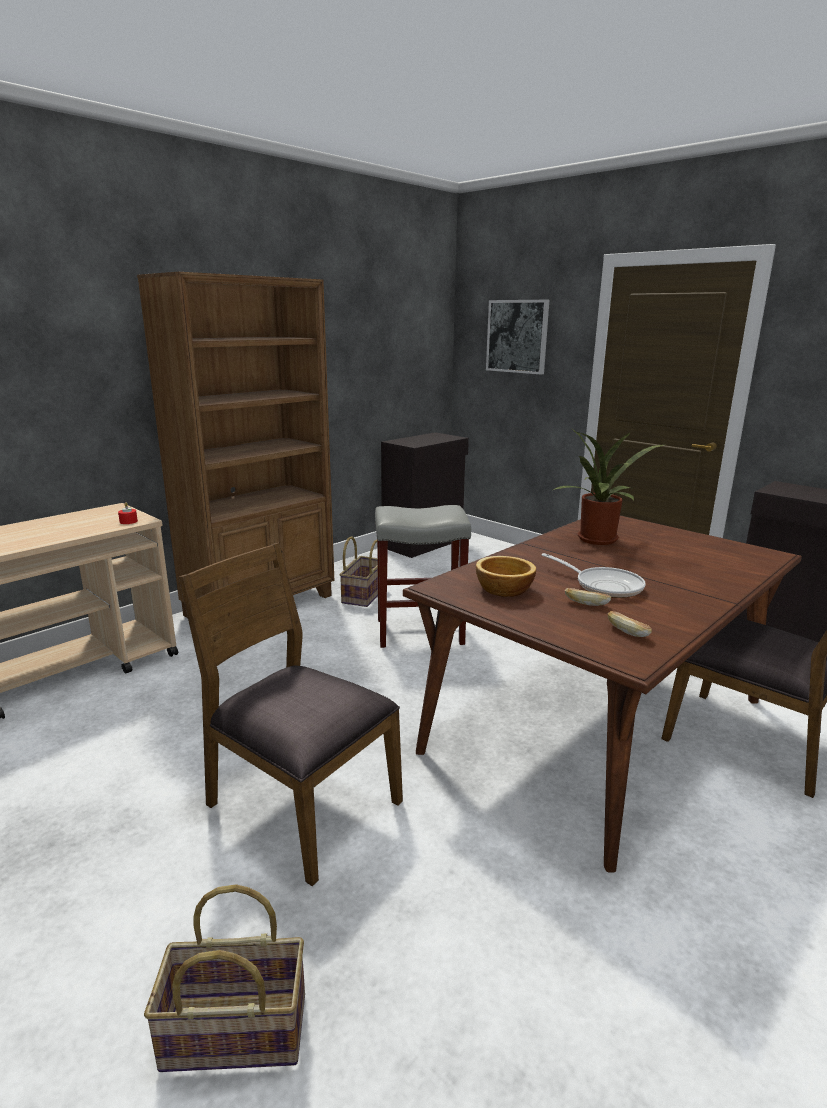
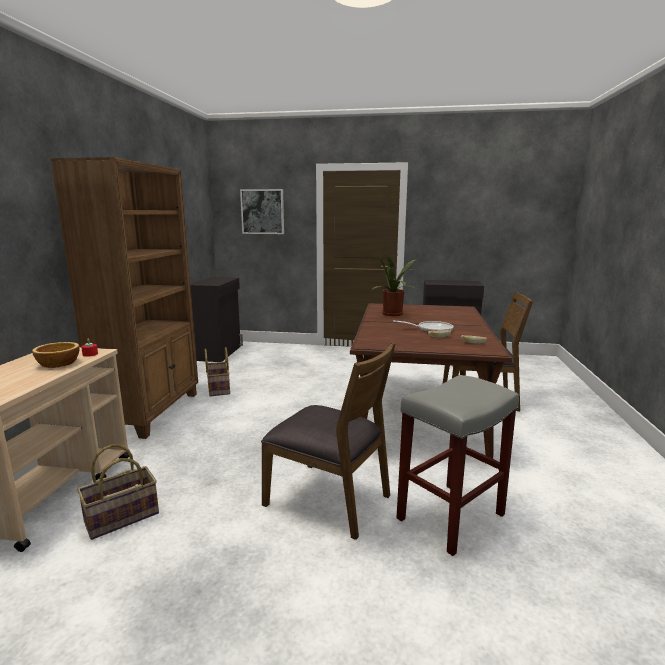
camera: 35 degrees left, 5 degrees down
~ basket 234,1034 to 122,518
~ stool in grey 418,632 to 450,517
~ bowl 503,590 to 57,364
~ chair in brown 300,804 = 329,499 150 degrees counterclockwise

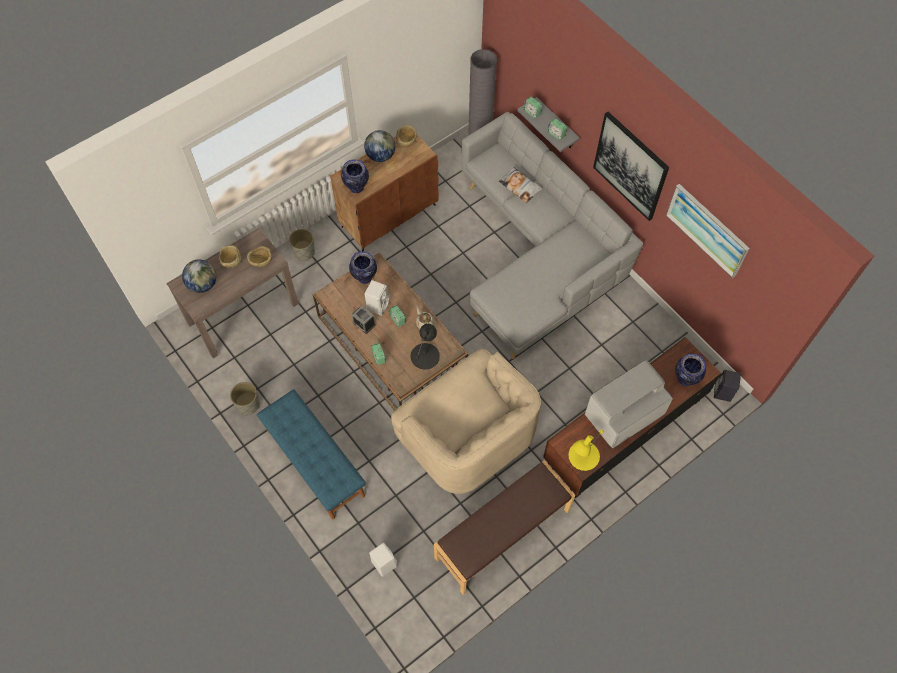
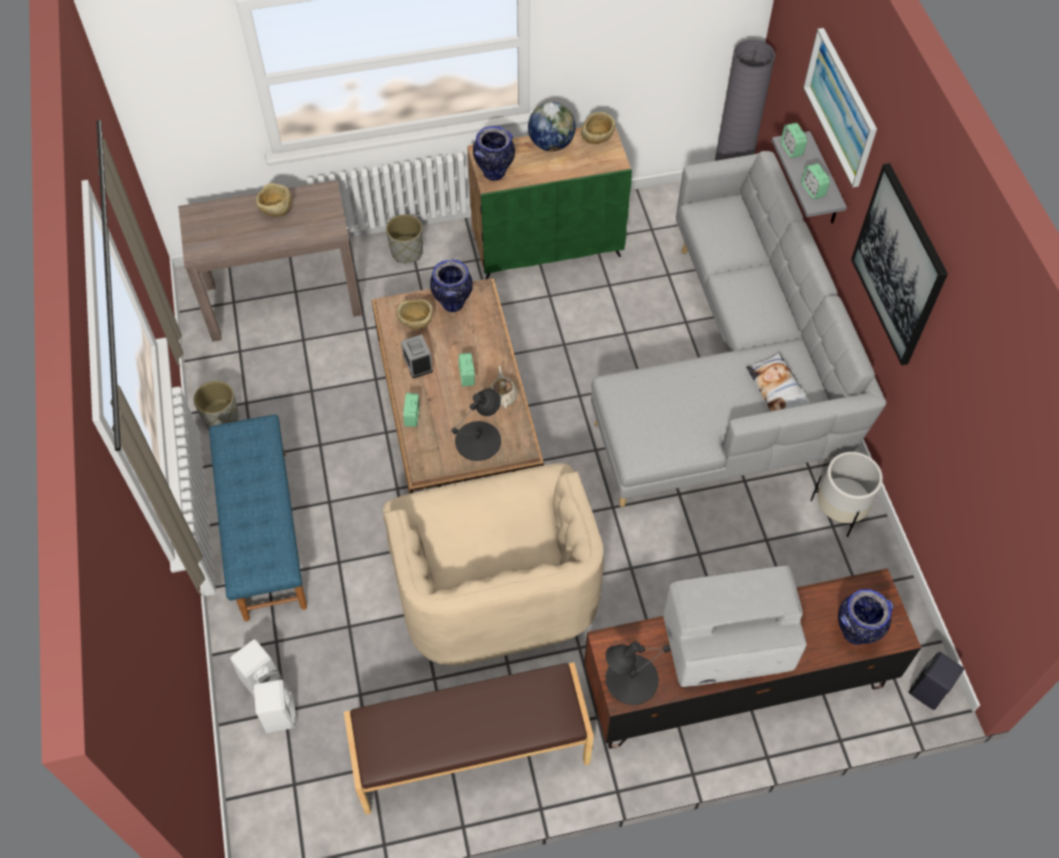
camera: 25 degrees right, 5 degrees down
- globe 203,284
+ planter in white 839,510
~ bowl in beige 261,262 to 416,323
~ speaker in white 378,305 to 261,677
~ pillow 520,187 to 777,388
~ picture 707,229 to 841,106
~ cabinet in brown 389,215 to cabinet in green 548,246
~ table lamp in yellow 583,456 to table lamp in black 630,679

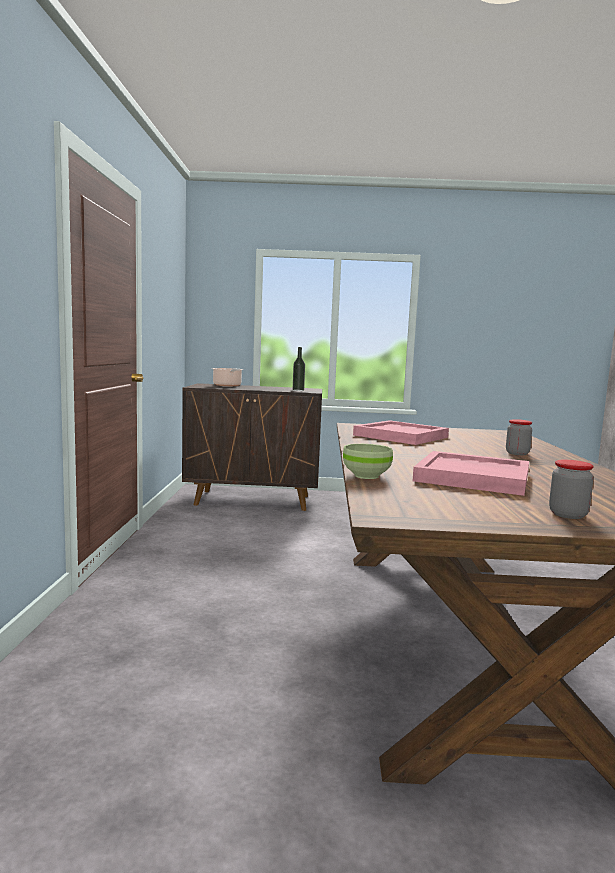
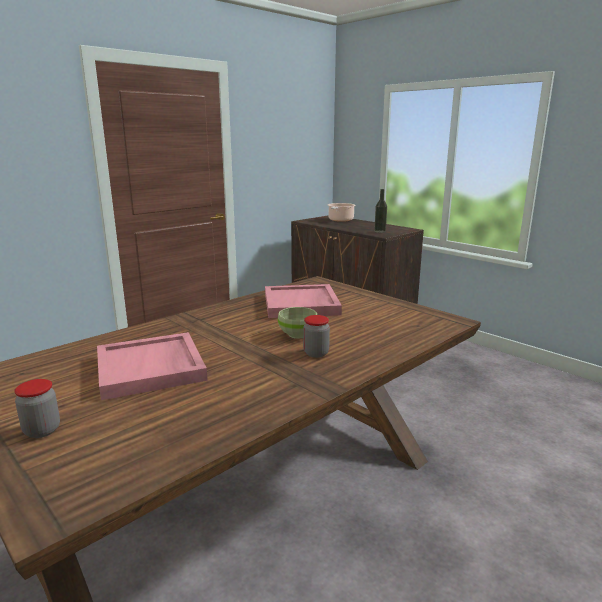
camera: 45 degrees right, 10 degrees up
~ bowl in green 366,476 to 297,335

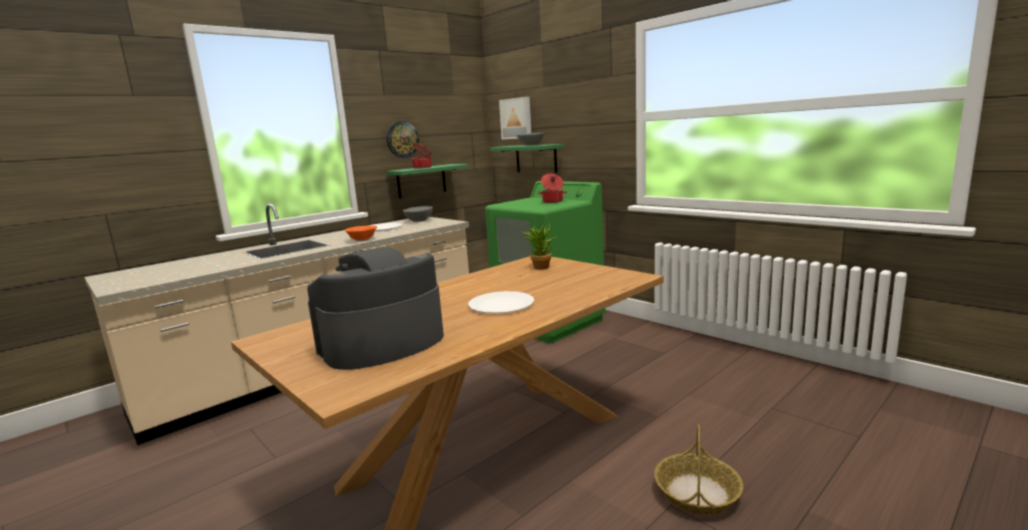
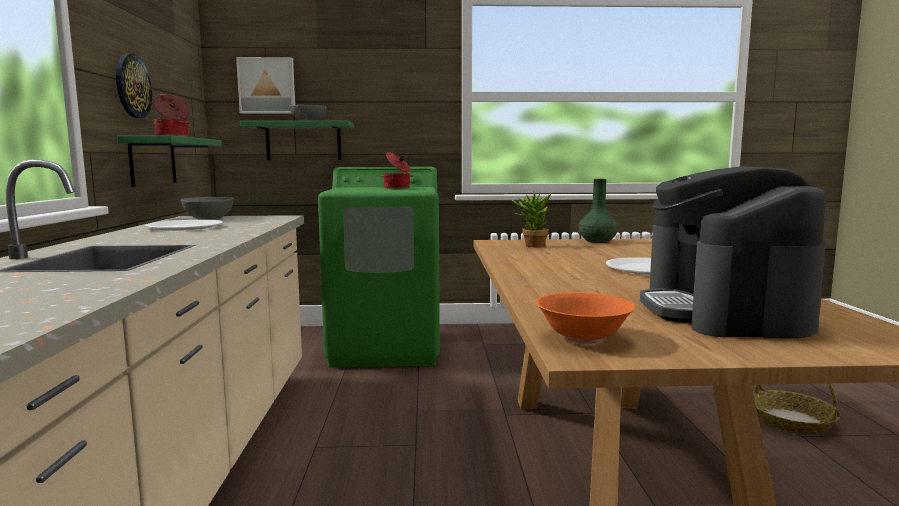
camera: 50 degrees left, 5 degrees down
+ vase in green 597,241
~ bowl in orange 362,240 to 583,338

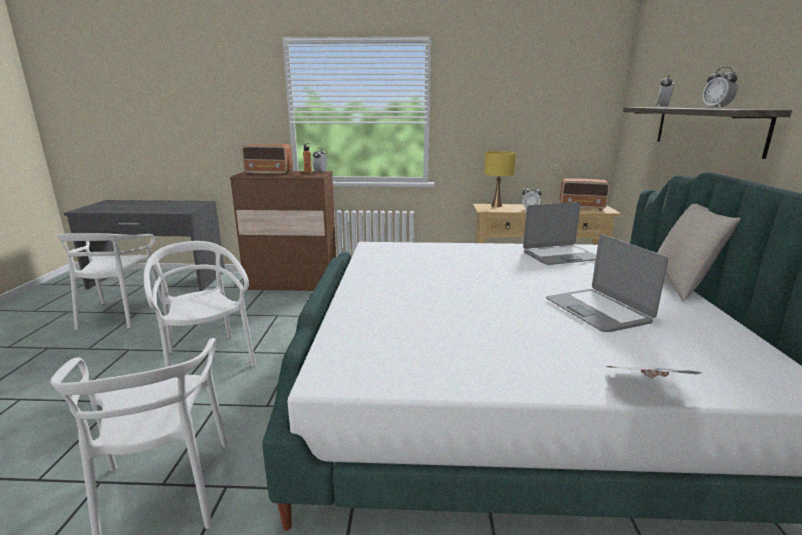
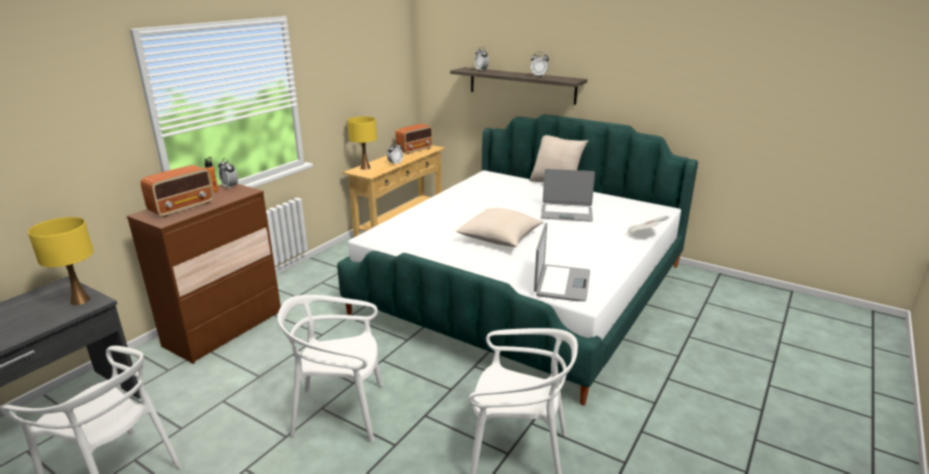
camera: 60 degrees left, 5 degrees up
+ table lamp in yellow 81,300
+ pillow in beige 499,238
~ laptop 560,256 to 562,283

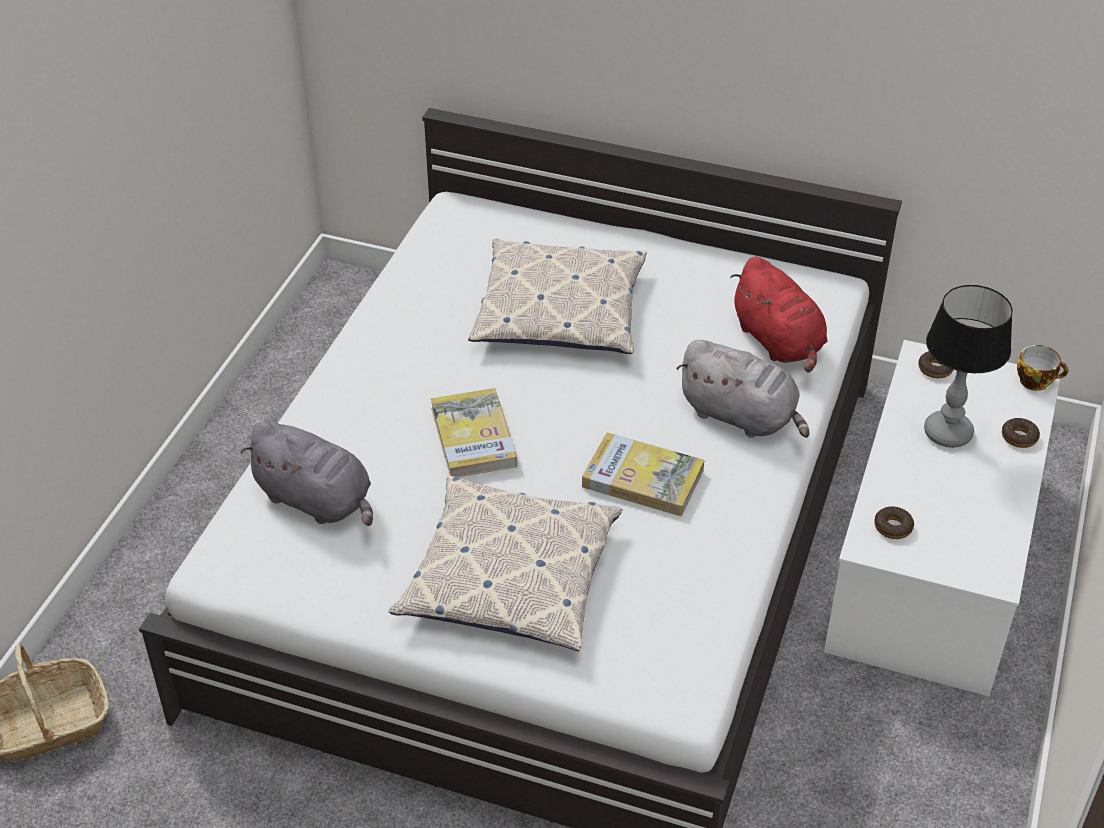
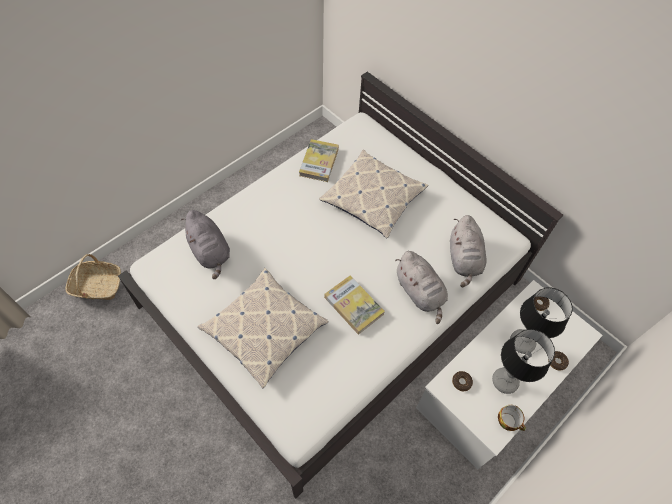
camera: 25 degrees right, 15 degrees up
+ table lamp 504,381
~ book 473,437 to 319,162
~ cup 1036,381 to 508,421
~ plush toy in red 779,342 to plush toy in grey 464,259

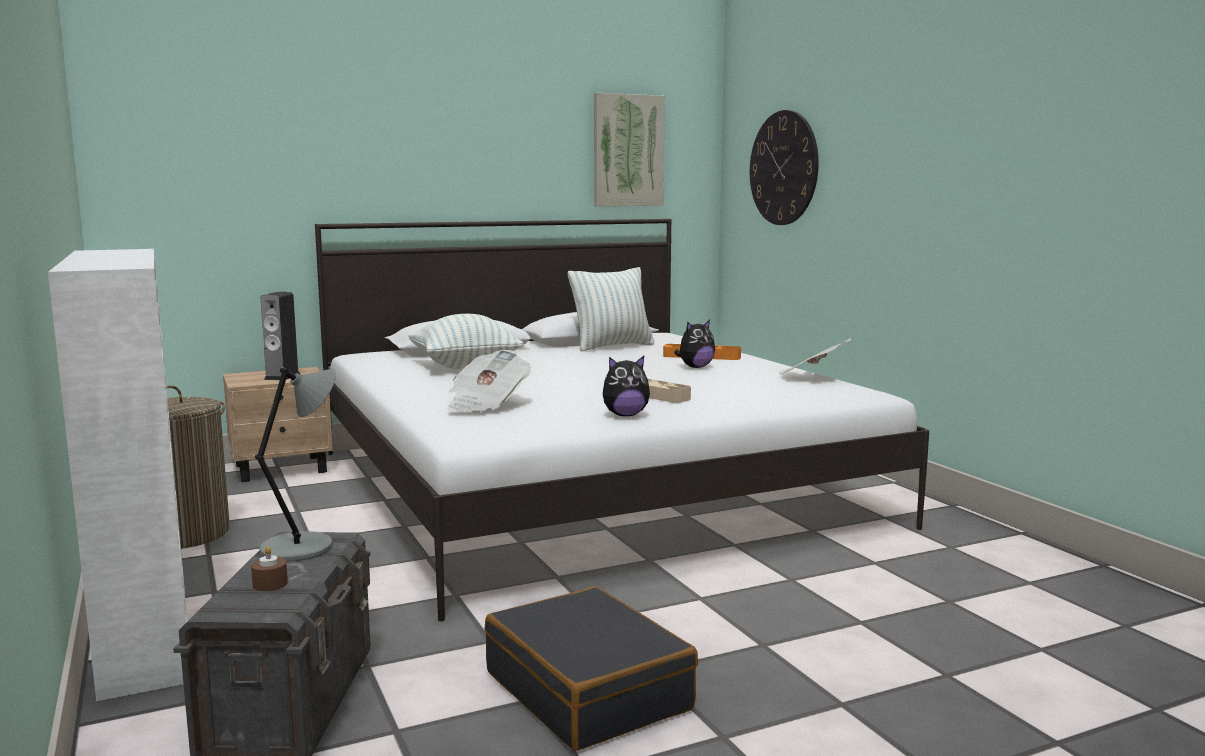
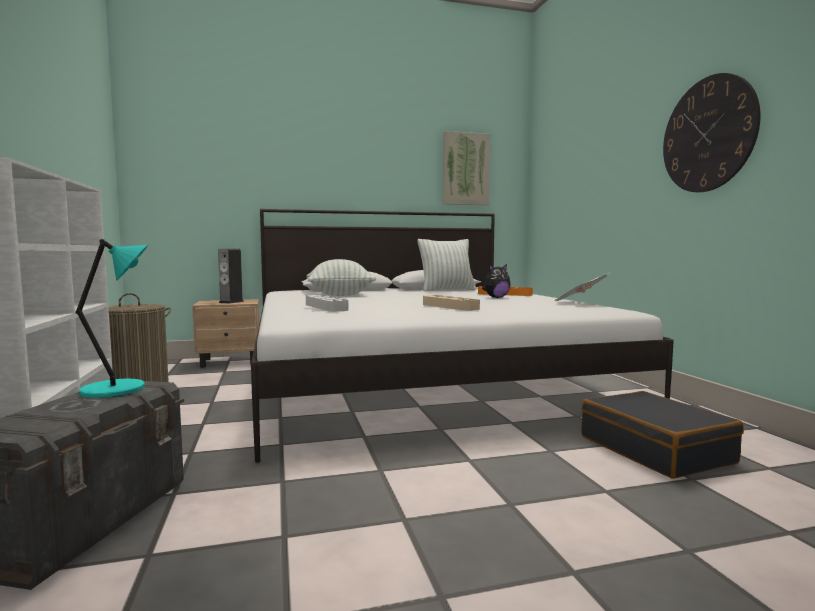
camera: 10 degrees right, 5 degrees down
- candle in brown 270,584
- plush toy 625,415
~ suitcase in black 588,691 to 655,450
~ wall clock 783,168 to 708,134
~ newspaper 486,405 to tray in grey 326,307
~ table lamp in grey 301,547 to table lamp in turquoise 117,389

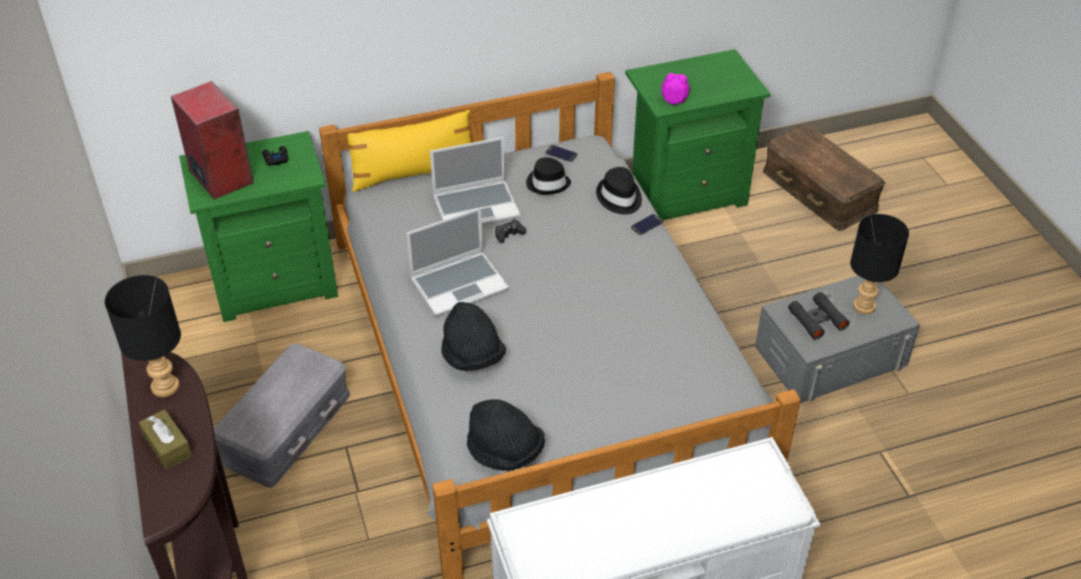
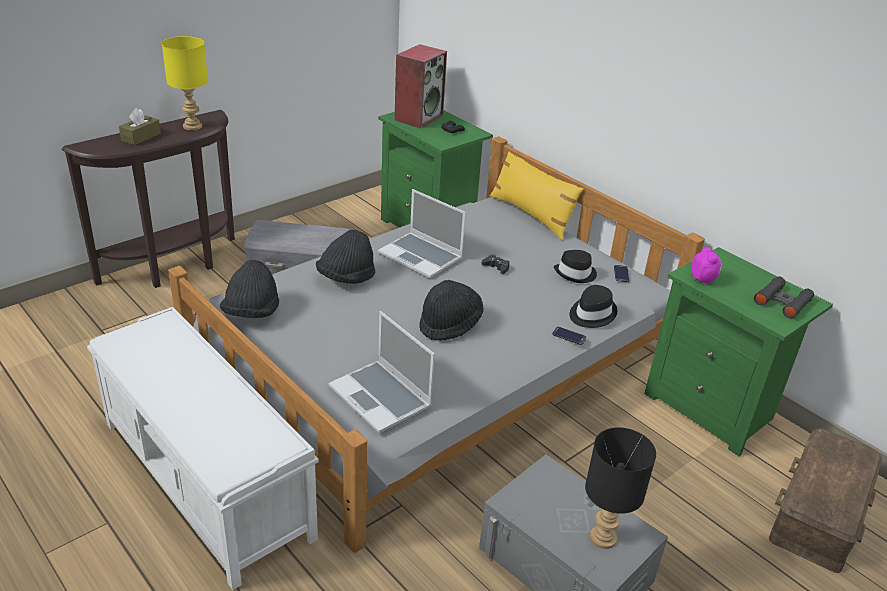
camera: 65 degrees right, 10 degrees down
+ hat in black 450,324
~ laptop 477,206 to 382,398
~ binoculars in black 817,320 to 782,302
~ table lamp in black 166,386 to table lamp in yellow 193,126

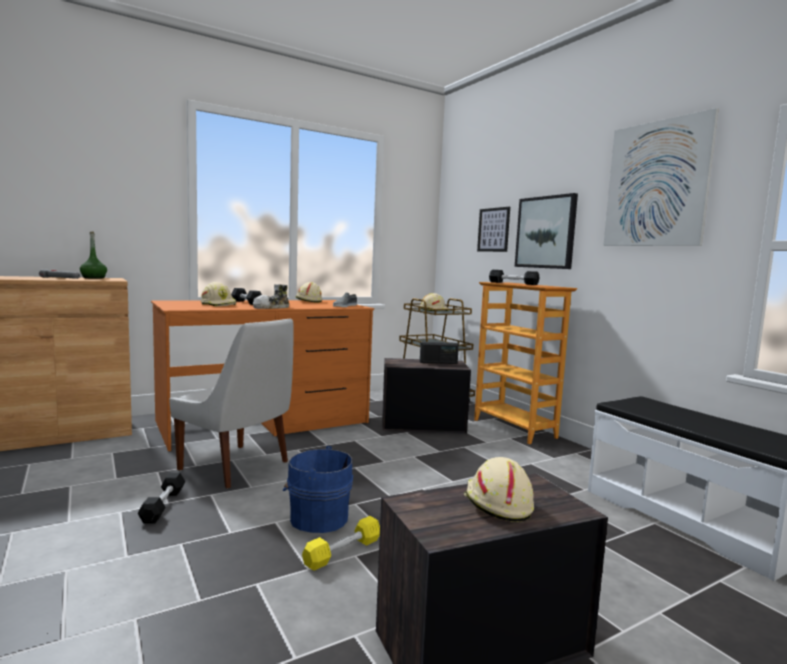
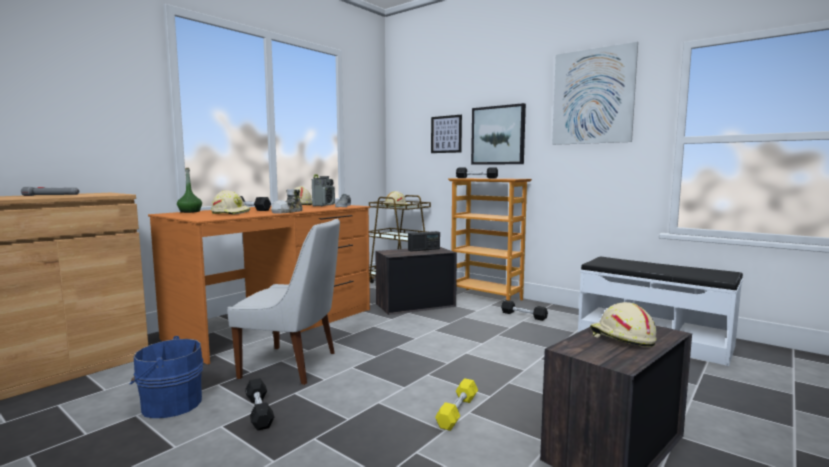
camera: 20 degrees left, 0 degrees up
+ radio 324,205
+ dumbbell in black 523,315
~ bottle in green 93,278 to 190,211
~ bucket in blue 316,517 to 169,404

